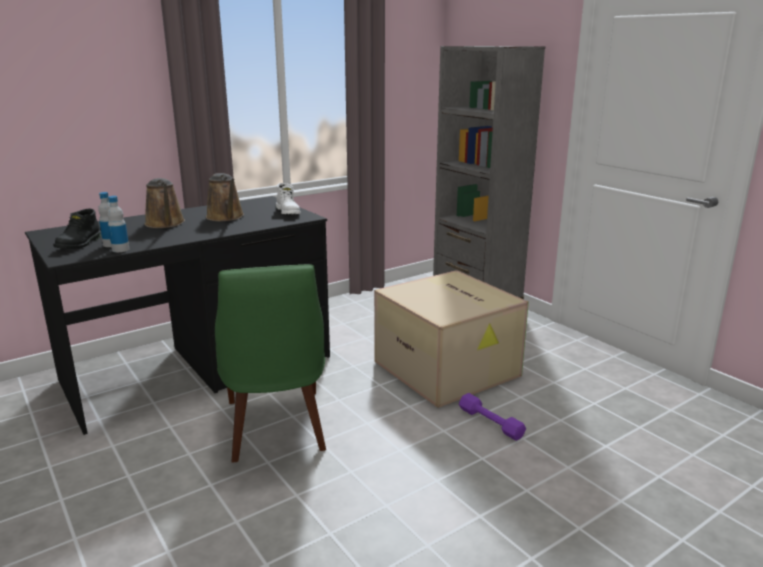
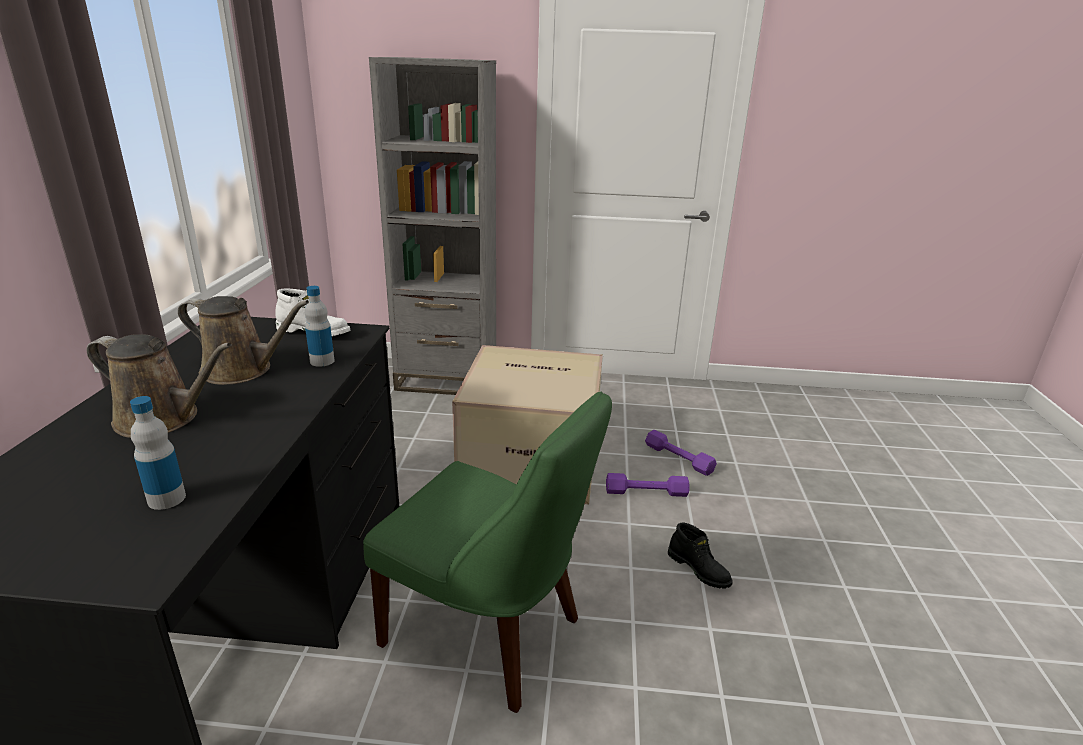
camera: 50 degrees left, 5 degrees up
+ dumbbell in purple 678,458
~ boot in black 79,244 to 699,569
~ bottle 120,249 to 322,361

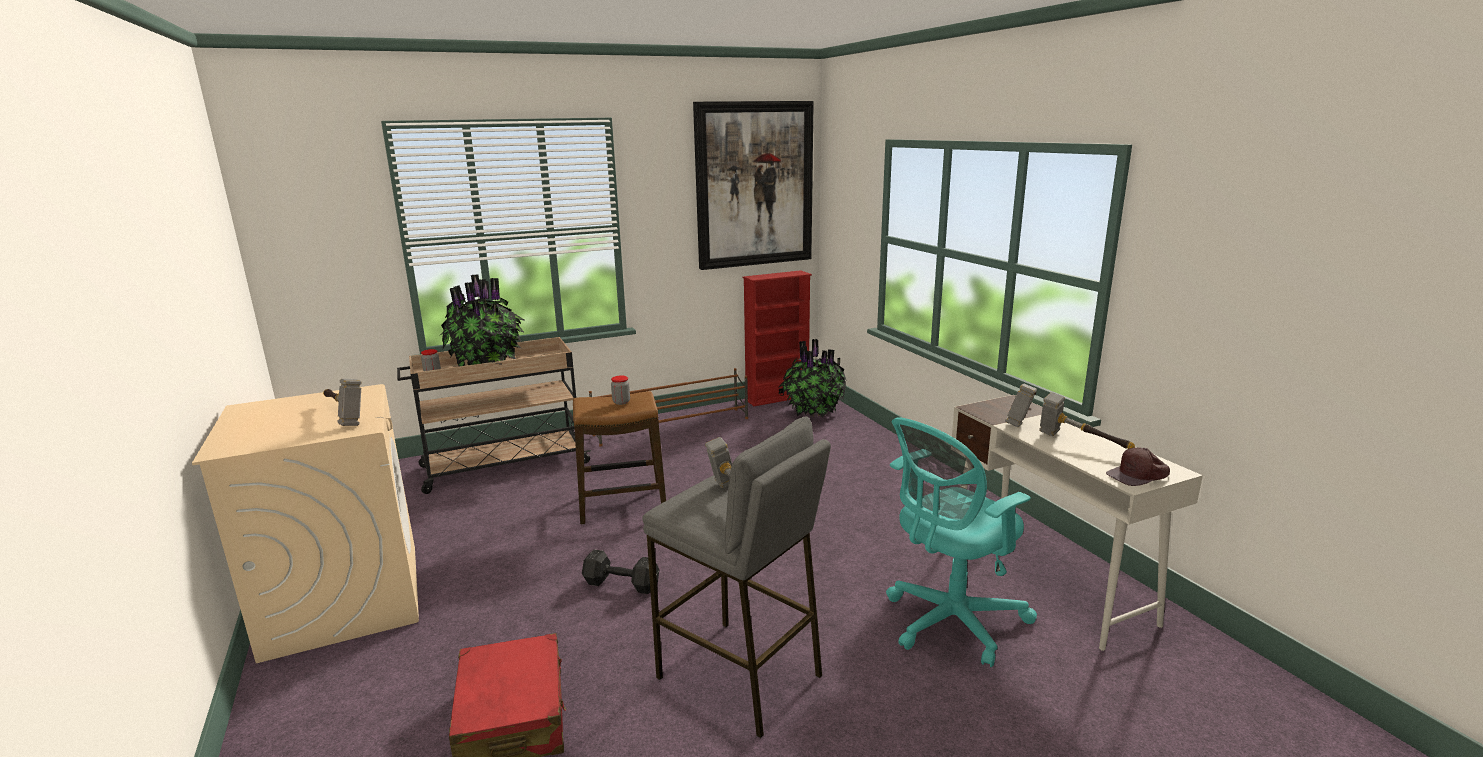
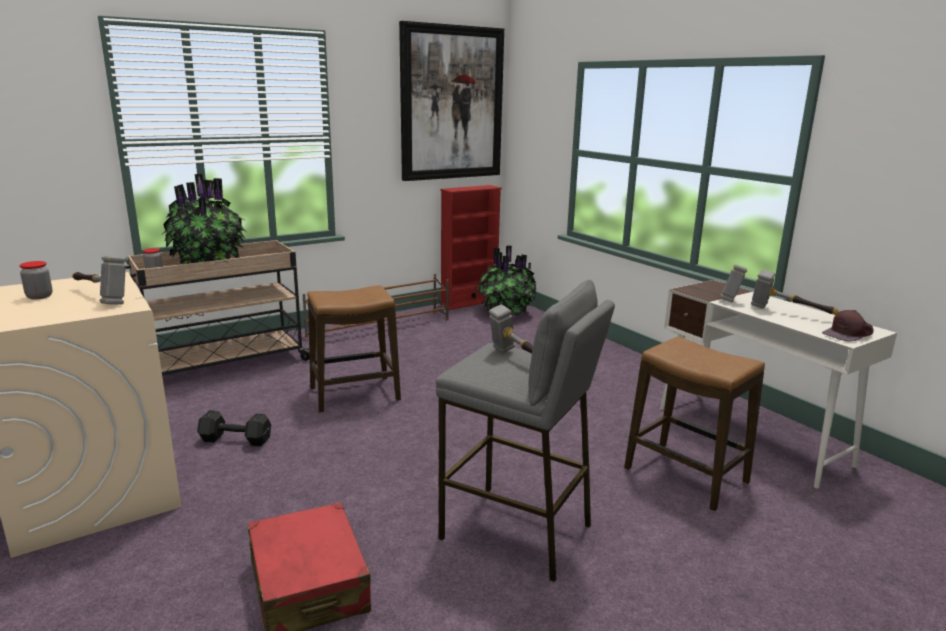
camera: 10 degrees left, 0 degrees up
~ dumbbell in black 620,583 to 234,439
~ jar 621,402 to 39,296
~ office chair in turquoise 949,623 to stool 685,475

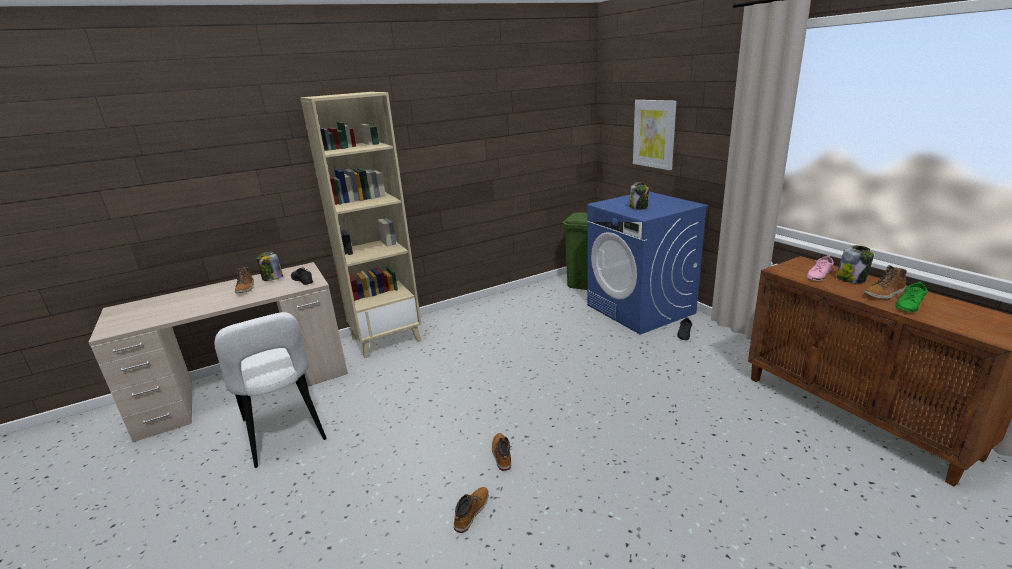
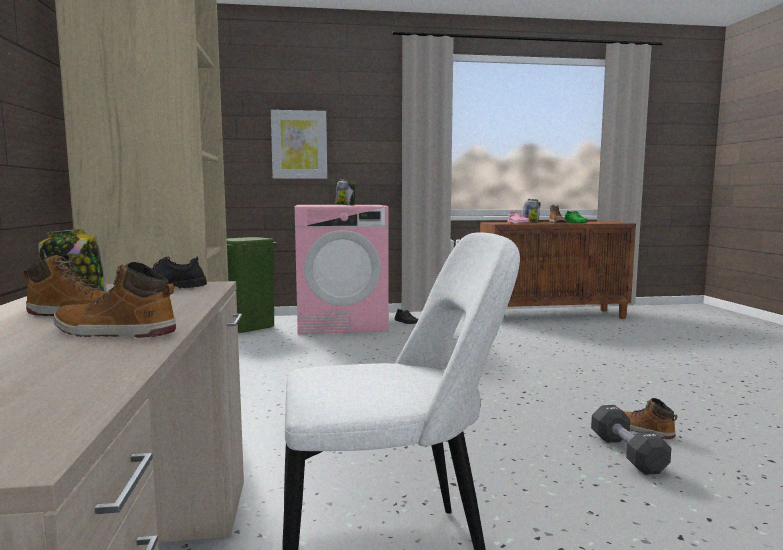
camera: 70 degrees left, 15 degrees down
+ dumbbell in black 627,453
~ boot 501,455 to 114,332
~ washing machine in blue 640,309 to washing machine in pink 342,323

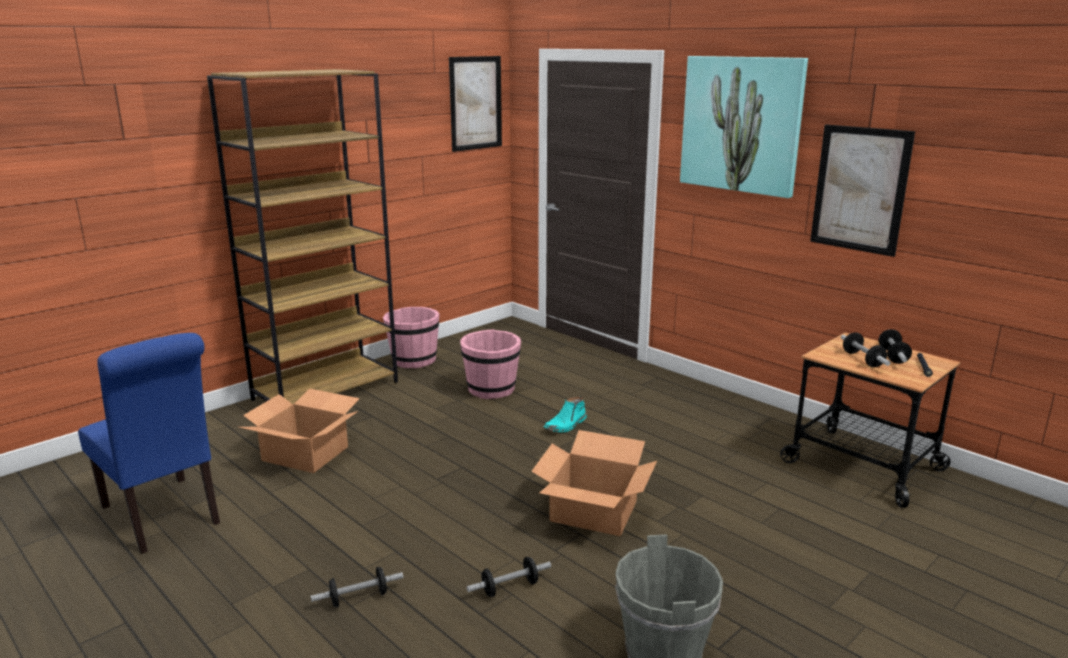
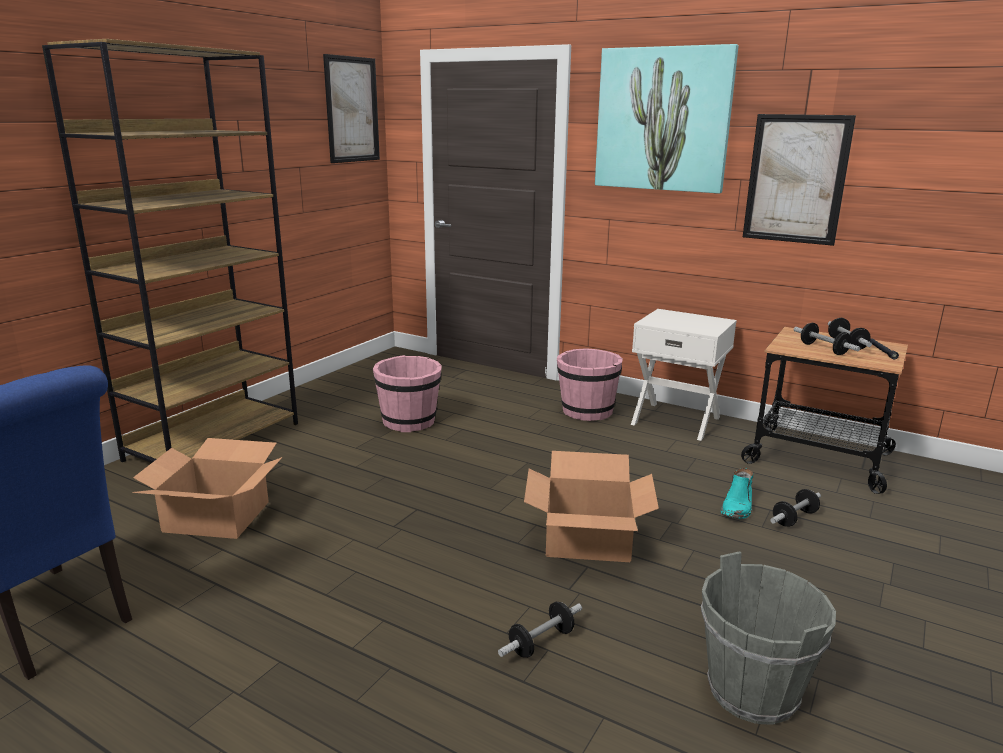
camera: 15 degrees left, 0 degrees up
+ nightstand in white 676,420
~ dumbbell 358,598 to 794,518
~ bucket in pink 413,360 to 586,411
~ boot in turquoise 566,425 to 737,507

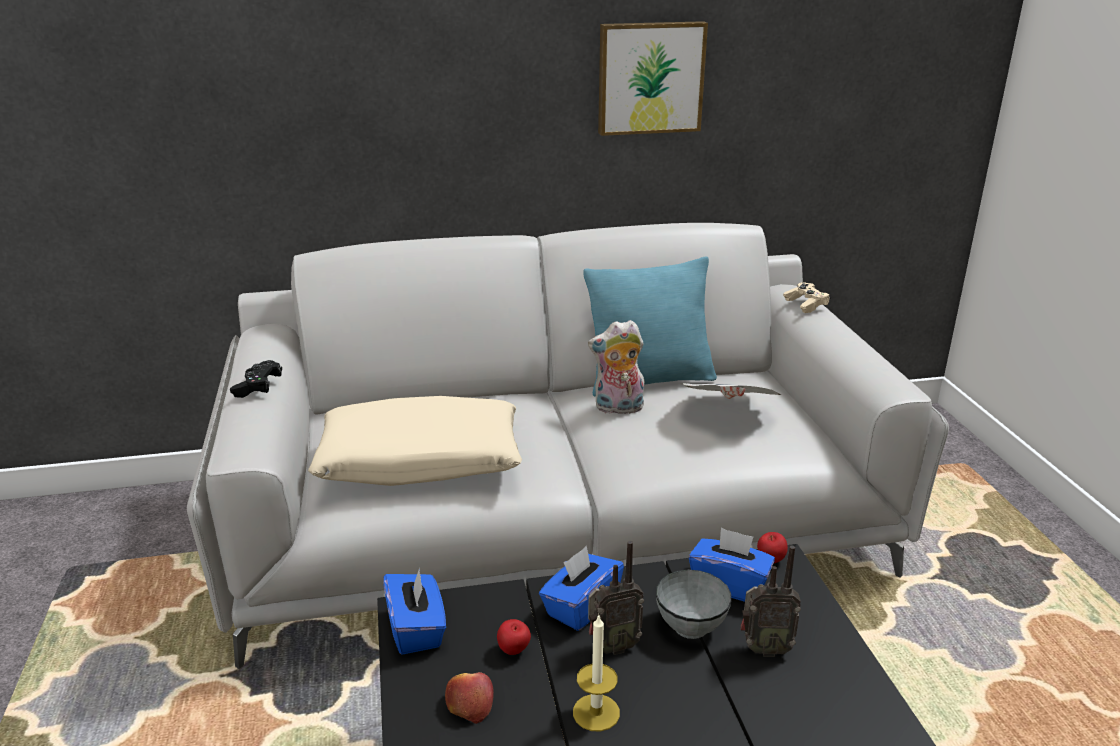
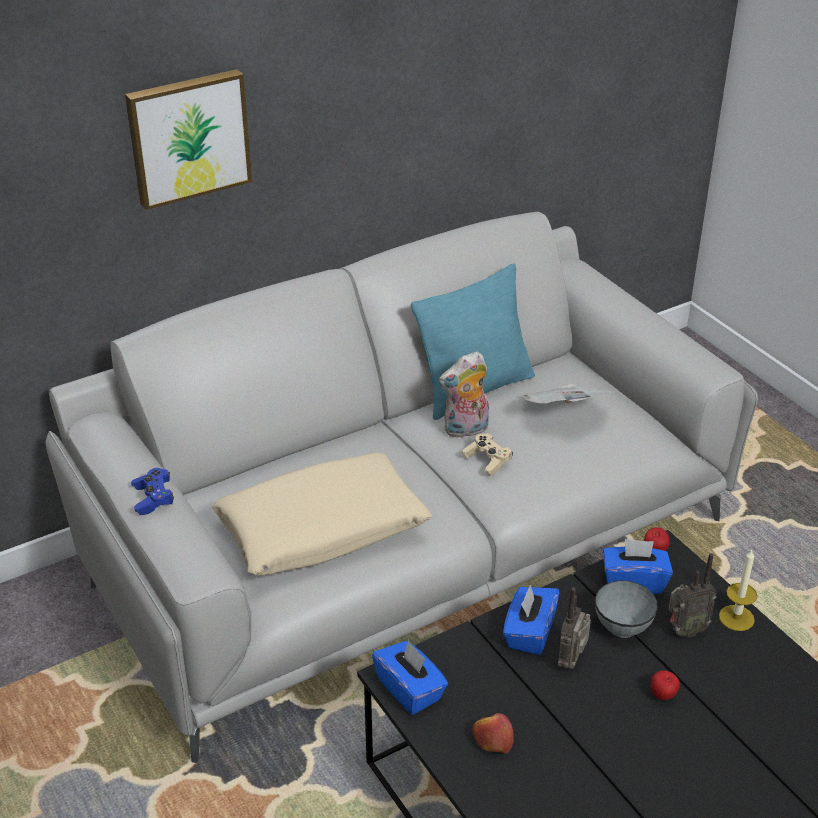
camera: 20 degrees left, 10 degrees up
~ apple 514,651 to 663,696
~ candle 596,712 to 736,618
~ picture 650,78 to 188,137
~ game controller in beige 805,305 to 487,460
~ game controller in black 258,387 to game controller in blue 153,498
~ radio 612,647 = 572,661 150 degrees clockwise

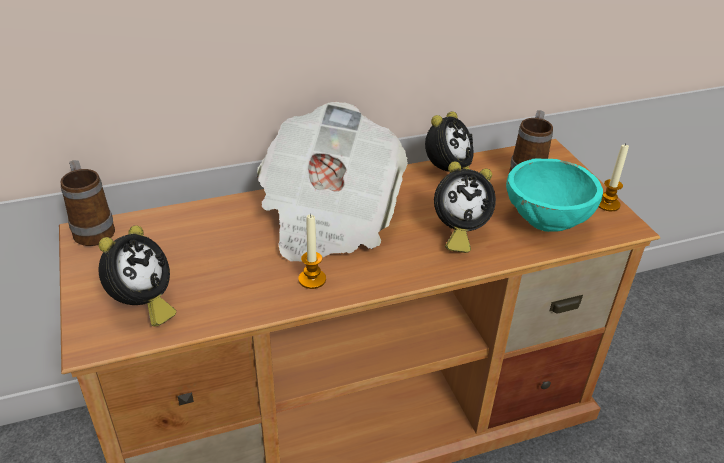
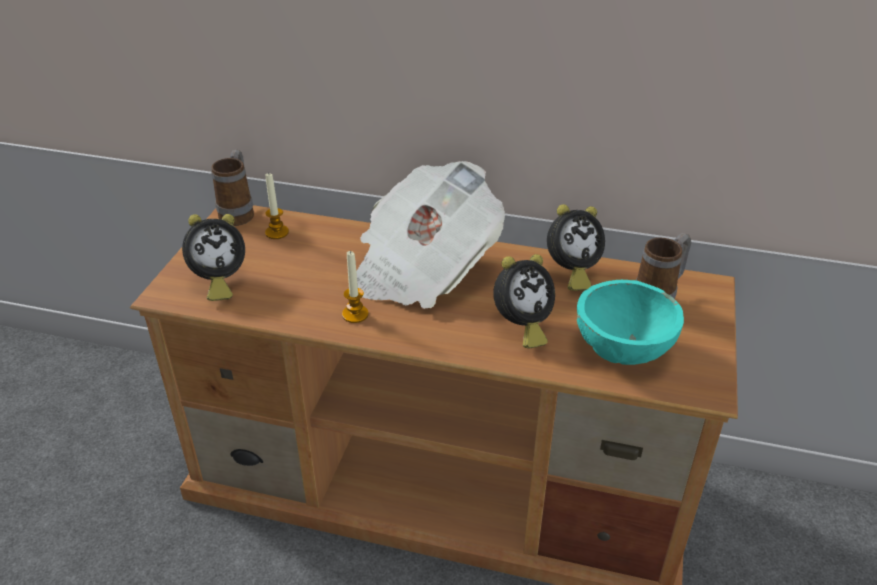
camera: 35 degrees right, 0 degrees up
~ candle 607,204 to 277,232
~ alarm clock 457,233 = 521,327 60 degrees counterclockwise

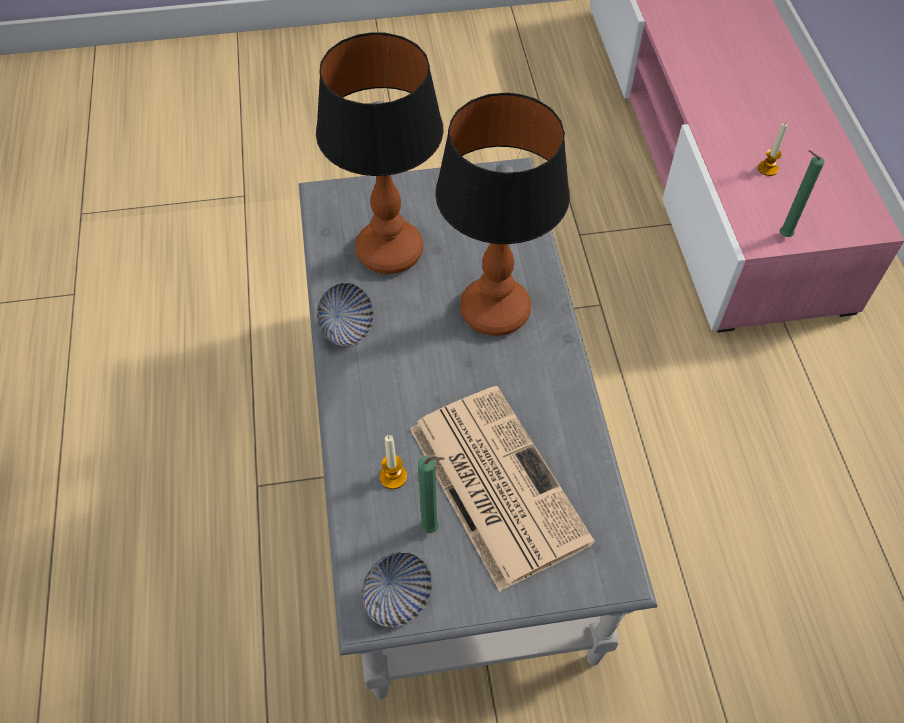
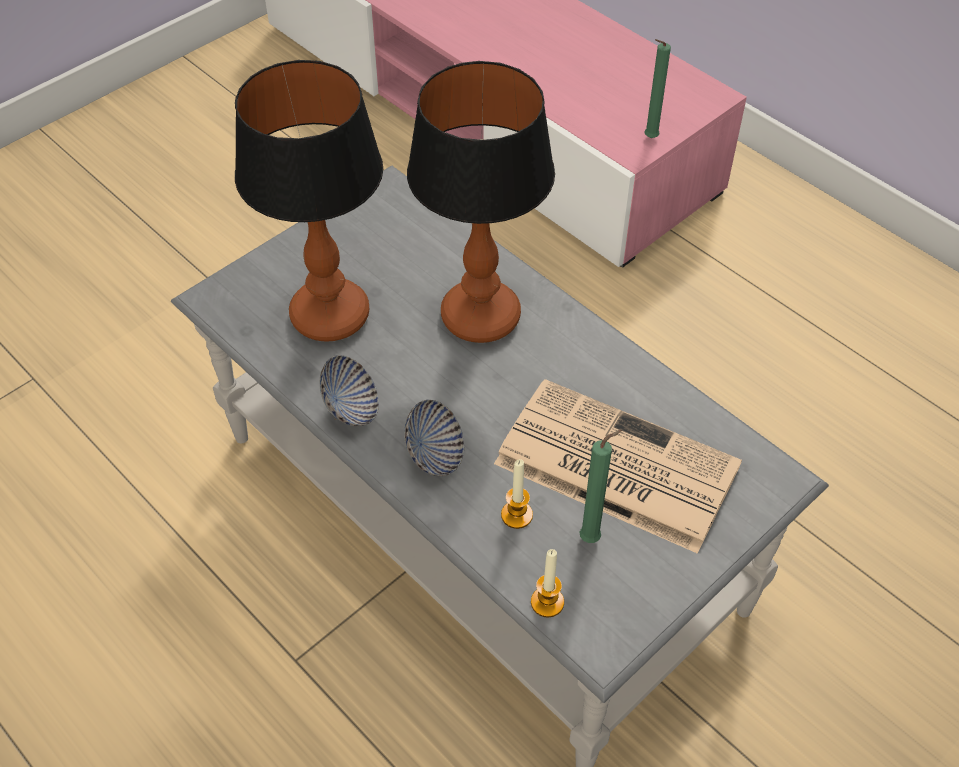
camera: 35 degrees left, 5 degrees down
~ bowl 397,599 to 434,455
~ candle 767,168 to 547,602

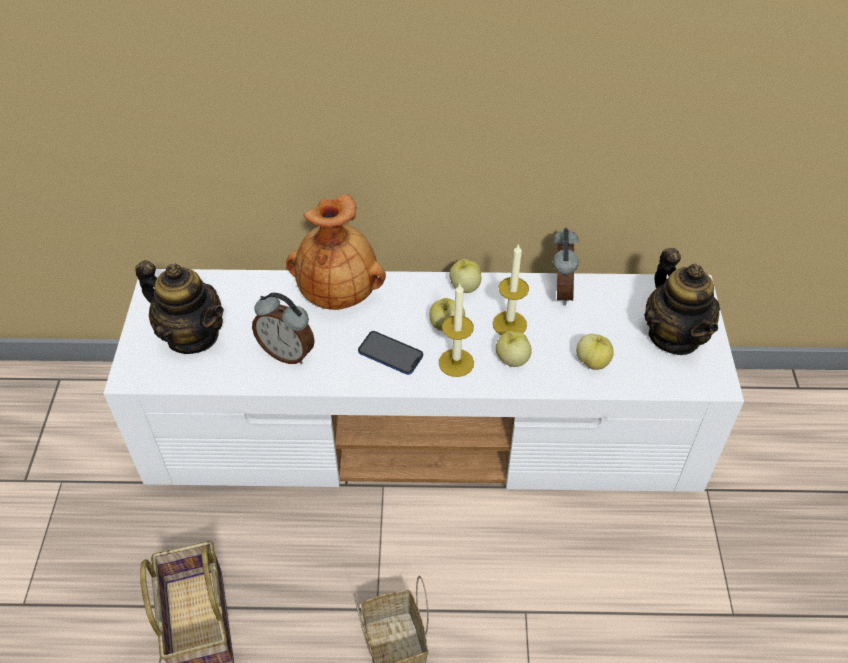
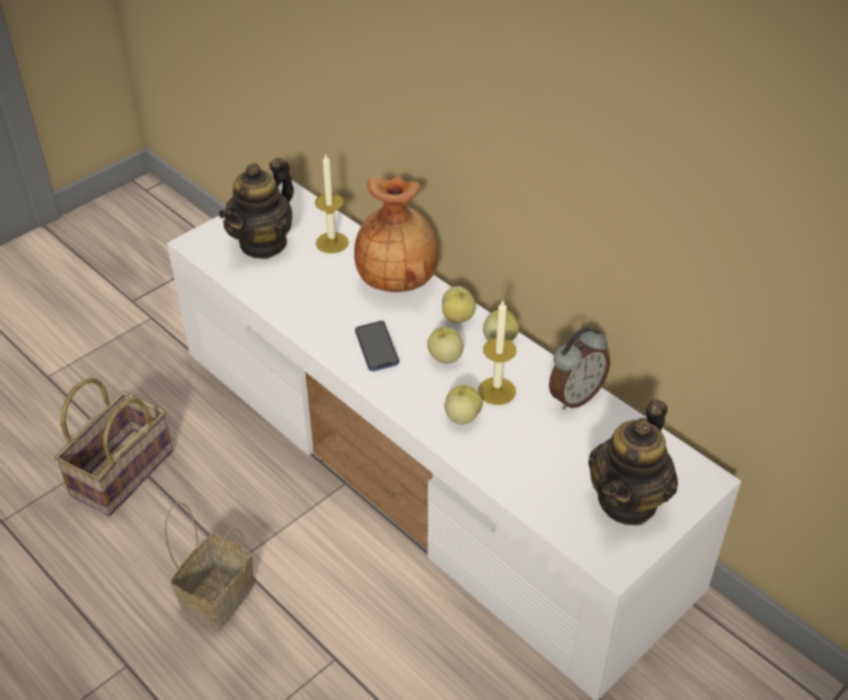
camera: 45 degrees right, 5 degrees down
- alarm clock 288,353
~ candle 456,362 to 332,242
~ apple 592,362 to 458,317
~ teapot 192,336 = 263,243 45 degrees clockwise

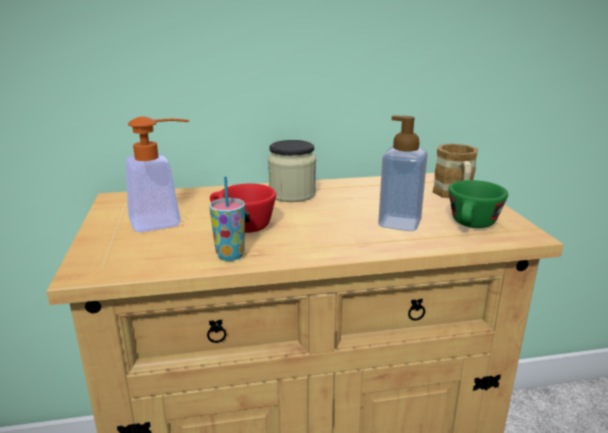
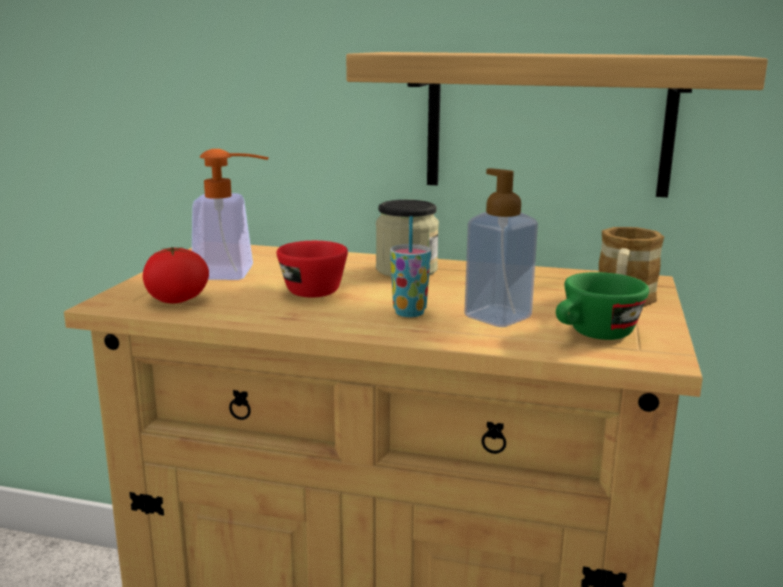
camera: 25 degrees right, 5 degrees down
+ tomato 177,300
+ shelf 547,123
~ cup 230,255 to 409,313

